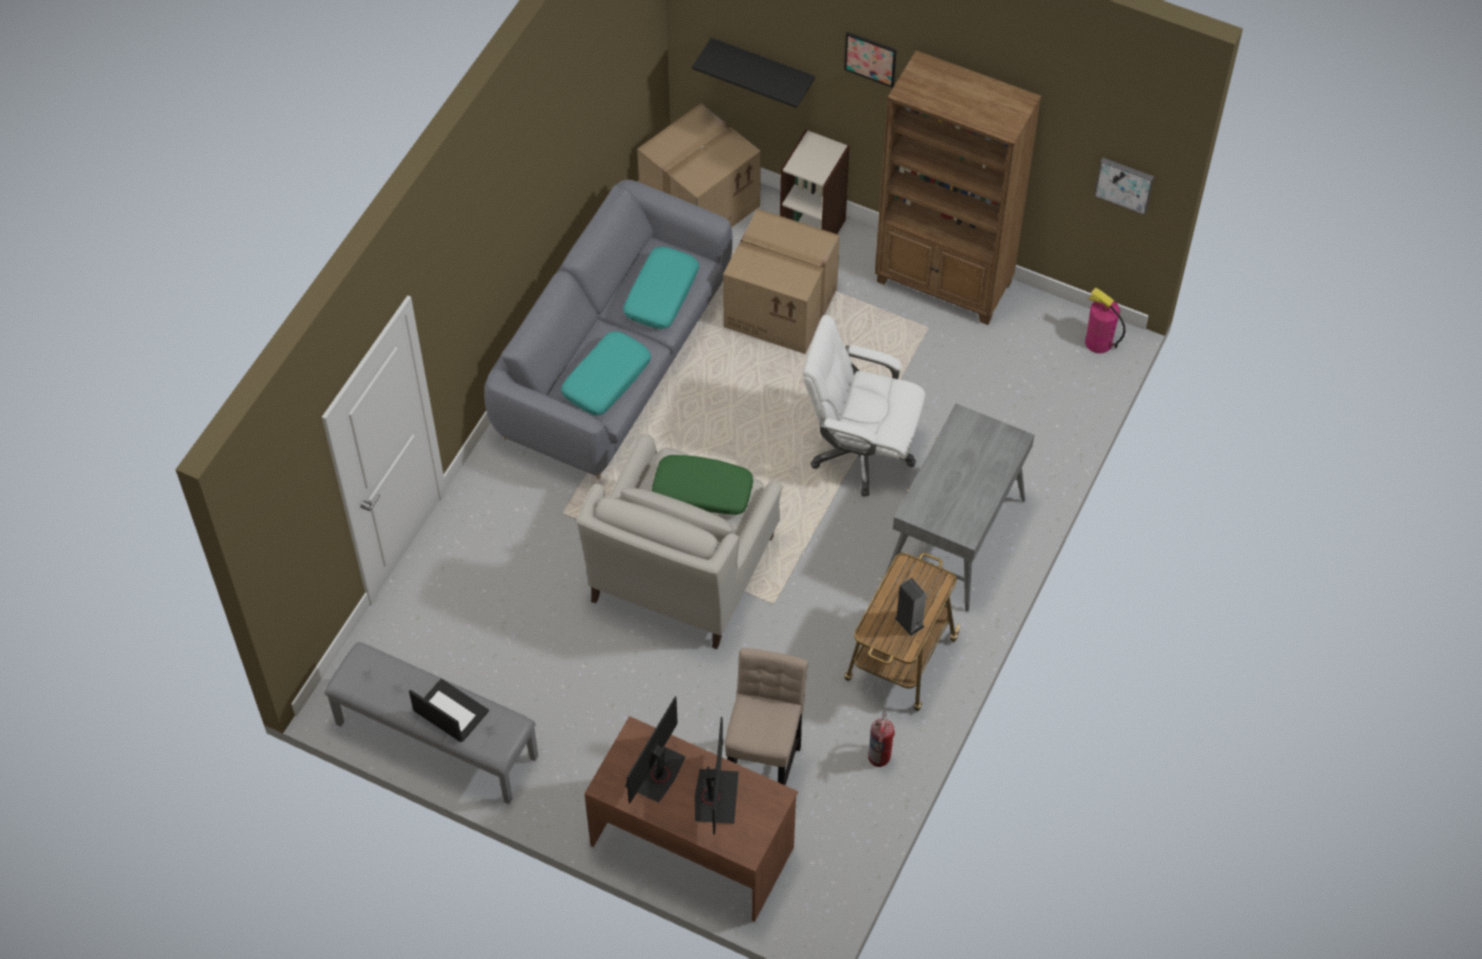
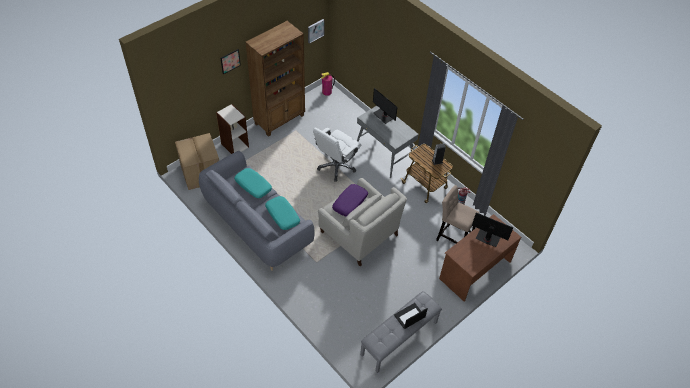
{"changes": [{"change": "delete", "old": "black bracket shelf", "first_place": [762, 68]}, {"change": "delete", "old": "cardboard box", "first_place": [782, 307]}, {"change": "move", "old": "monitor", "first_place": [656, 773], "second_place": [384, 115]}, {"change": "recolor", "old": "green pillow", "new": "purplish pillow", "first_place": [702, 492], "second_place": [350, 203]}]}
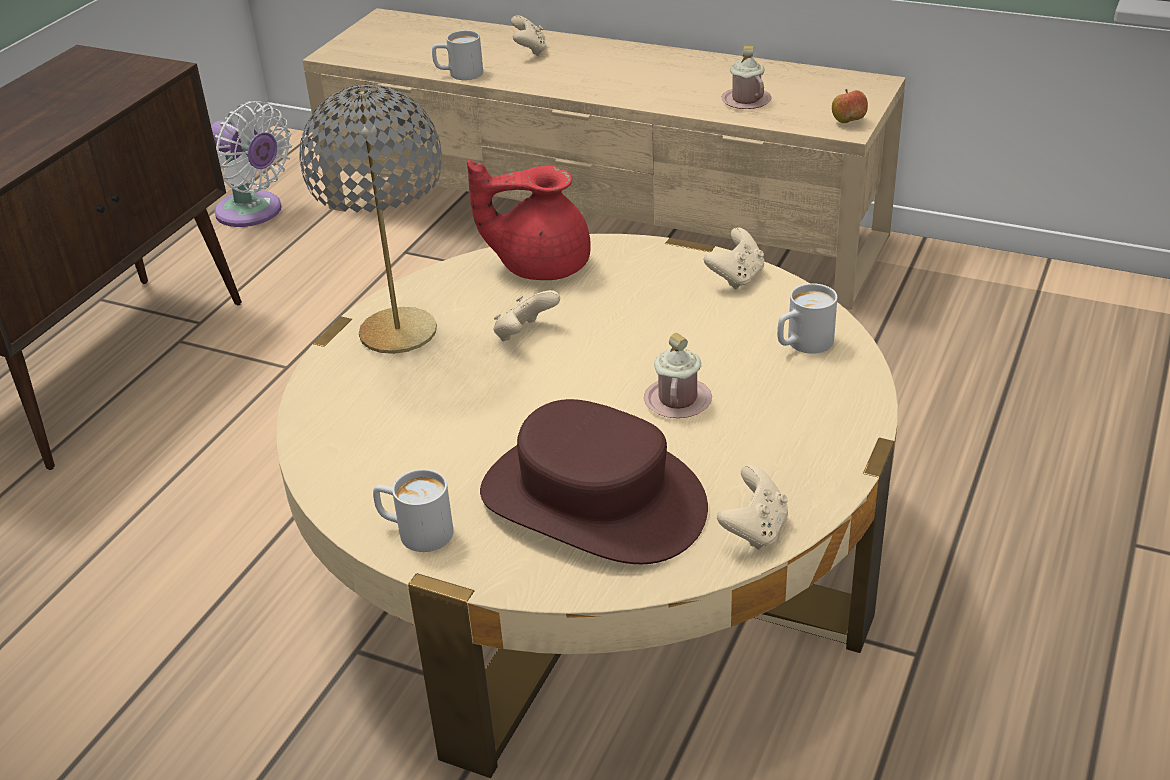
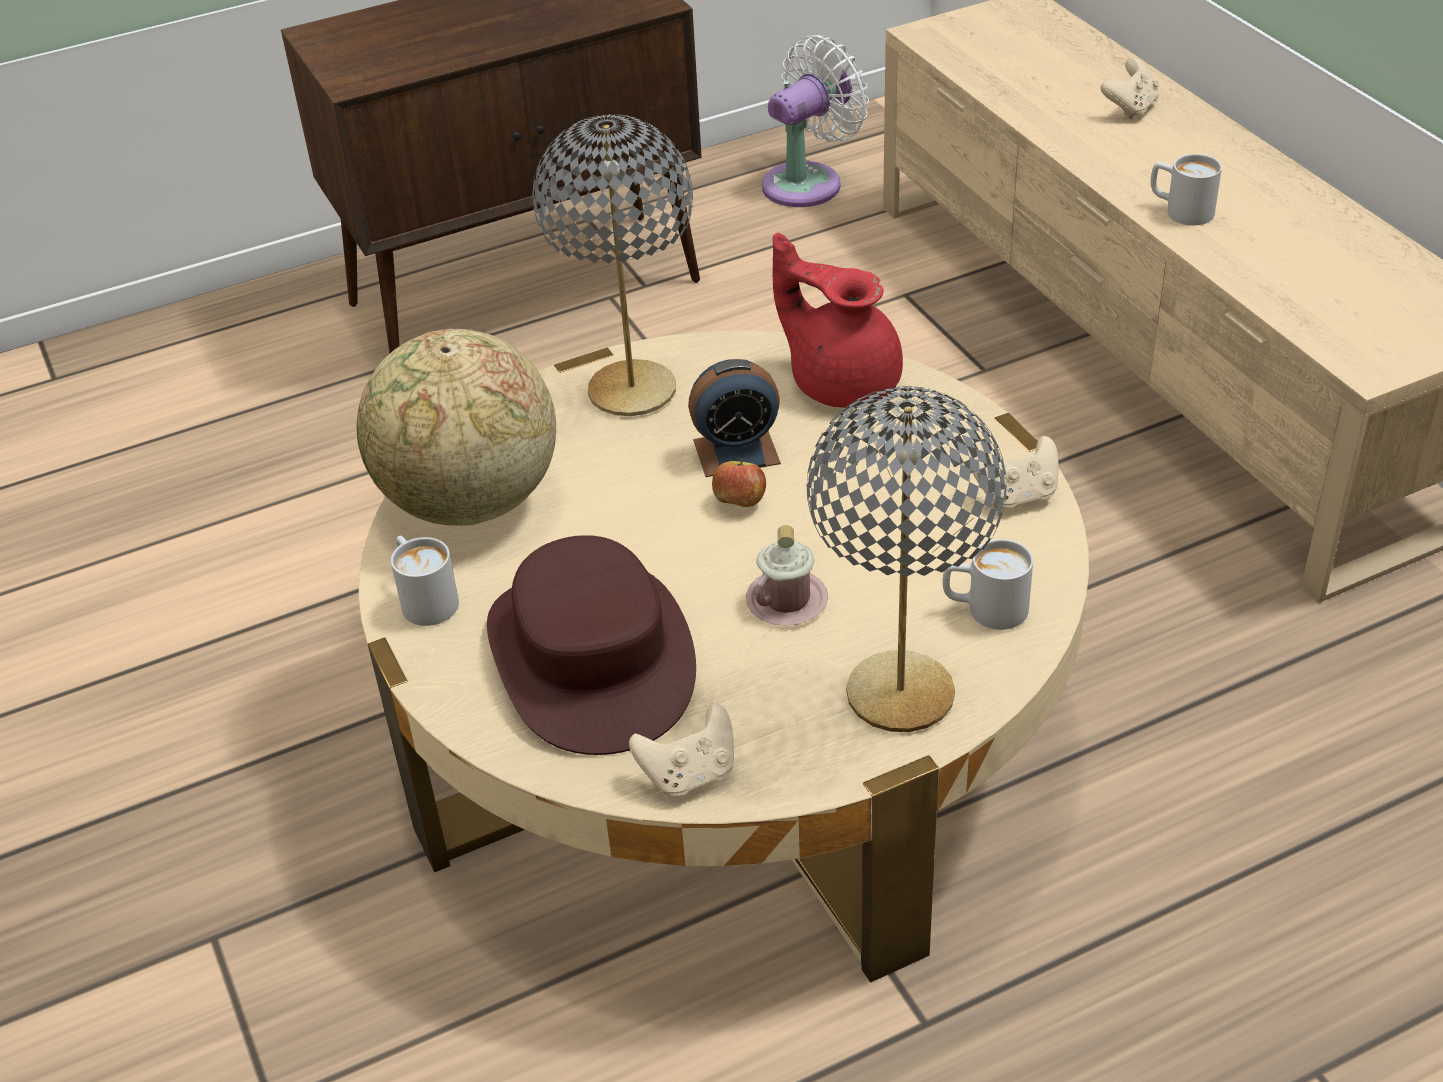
{"changes": [{"change": "delete", "old": "pink coffee mug", "first_place": [746, 101]}, {"change": "insert", "new": "globe", "second_place": [469, 503]}, {"change": "insert", "new": "greyish table lamp", "second_place": [900, 693]}, {"change": "move", "old": "whitish coffee mug", "first_place": [459, 74], "second_place": [1180, 210]}, {"change": "move", "old": "apple fruit", "first_place": [848, 122], "second_place": [740, 503]}, {"change": "replace", "old": "sand-coloured joypad", "new": "bedside clock", "first_place": [524, 334], "second_place": [736, 452]}, {"change": "rotate", "old": "whitish fan", "first_place": [254, 212], "second_place": [808, 182], "degrees": -120}]}
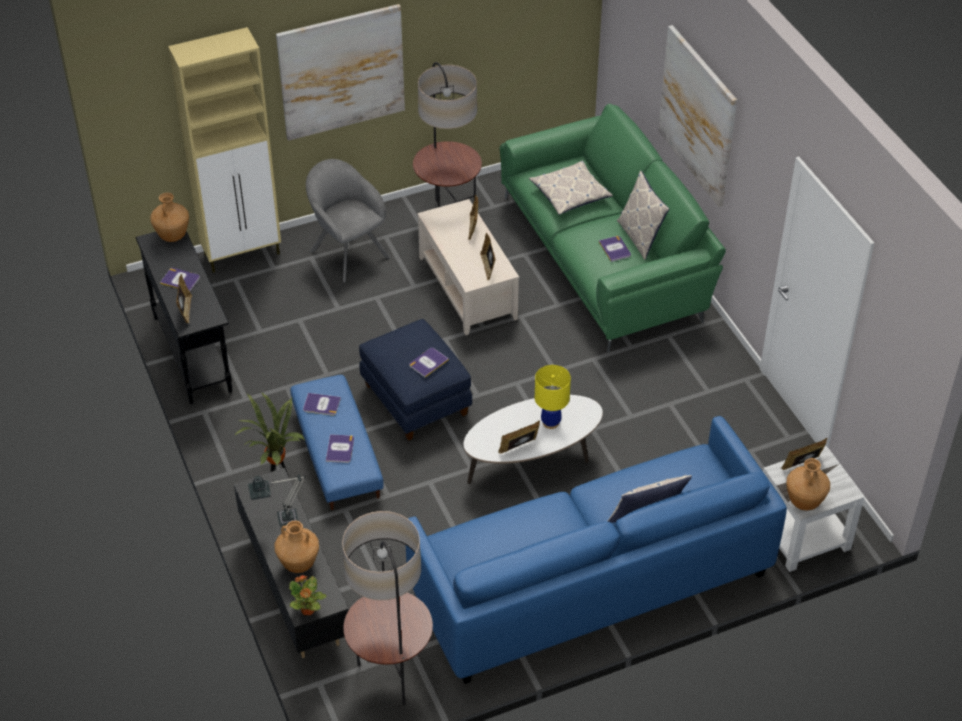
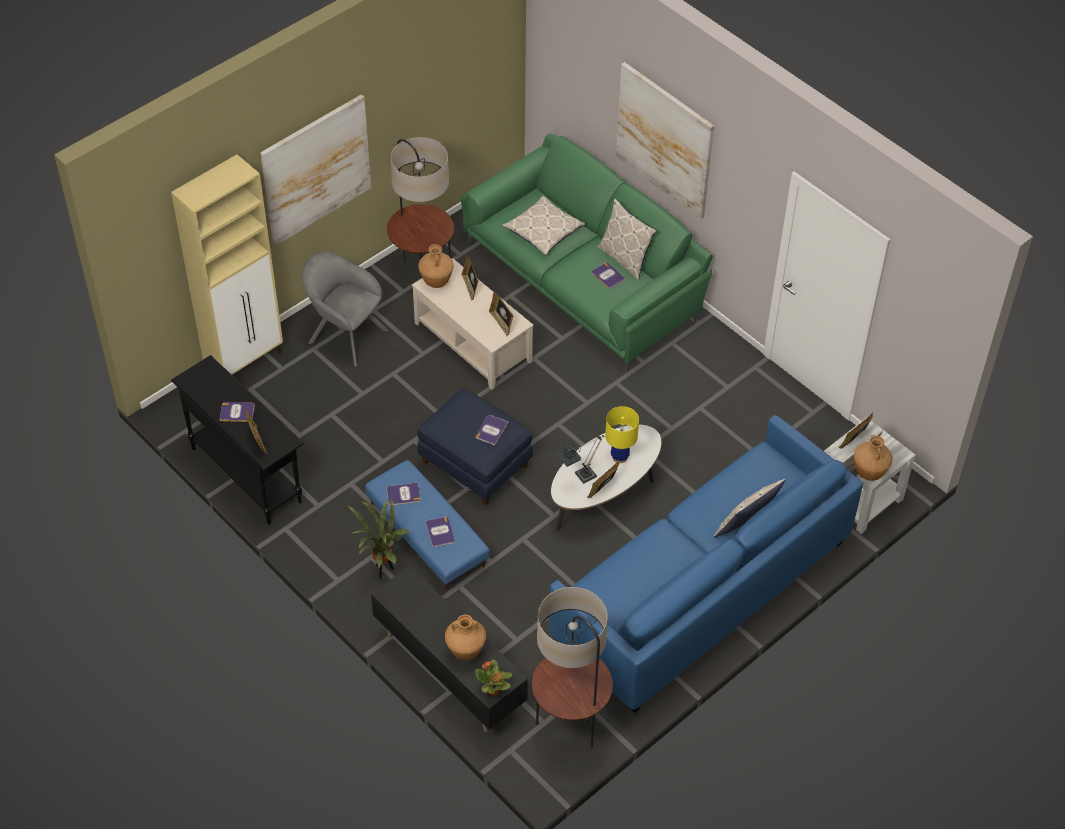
{"changes": [{"change": "move", "old": "brownish flower vase", "first_place": [173, 236], "second_place": [436, 282]}, {"change": "move", "old": "table lamp", "first_place": [282, 519], "second_place": [581, 477]}]}
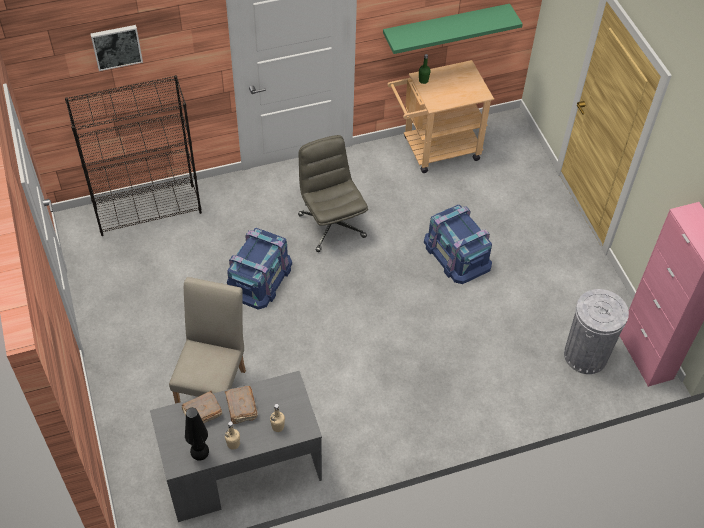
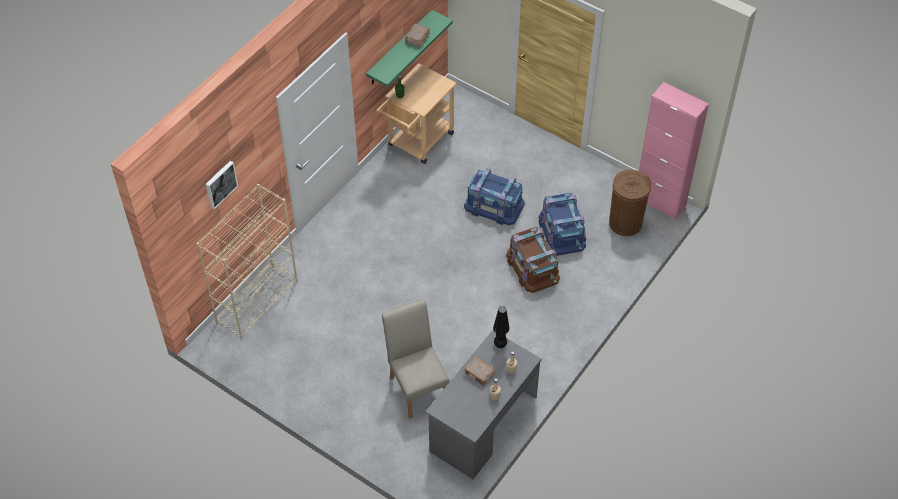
{"changes": [{"change": "delete", "old": "greyish desk chair", "first_place": [331, 225]}, {"change": "insert", "new": "brownish storage bin", "second_place": [533, 267]}, {"change": "move", "old": "brownish bound book", "first_place": [202, 413], "second_place": [417, 39]}, {"change": "move", "old": "black table lamp", "first_place": [200, 455], "second_place": [500, 345]}, {"change": "move", "old": "bluish storage bin", "first_place": [259, 278], "second_place": [562, 231]}, {"change": "recolor", "old": "black shelving unit", "new": "sand-coloured shelving unit", "first_place": [148, 210], "second_place": [257, 301]}, {"change": "recolor", "old": "greyish waste bin", "new": "brownish waste bin", "first_place": [585, 355], "second_place": [625, 223]}]}
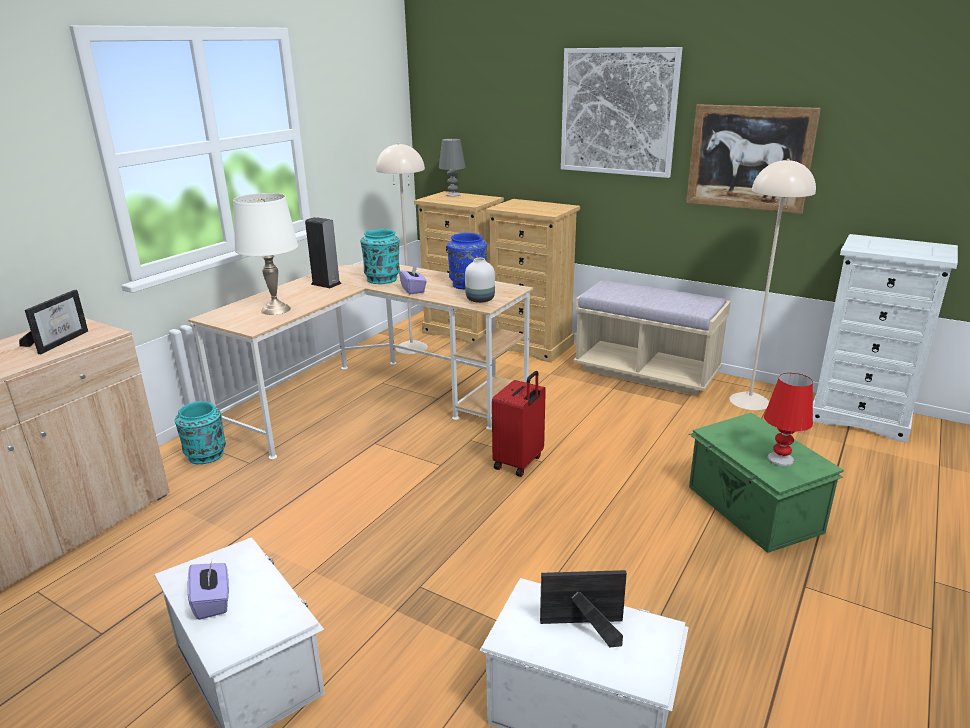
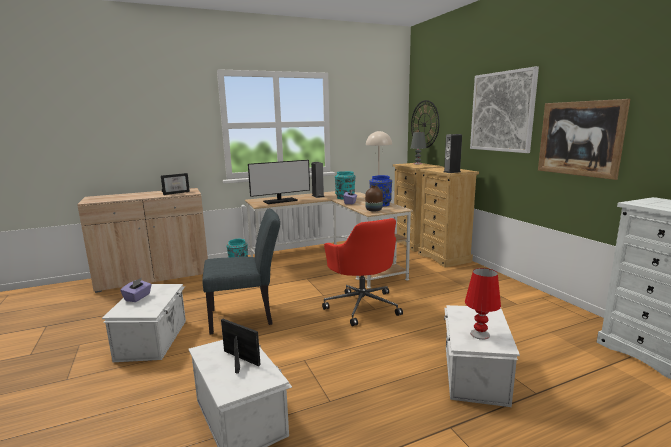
{"changes": [{"change": "delete", "old": "sand-coloured long seat", "first_place": [646, 372]}, {"change": "delete", "old": "sand-coloured standing lamp", "first_place": [749, 401]}, {"change": "insert", "new": "greyish chair", "second_place": [247, 316]}, {"change": "insert", "new": "hanging clock", "second_place": [424, 124]}, {"change": "insert", "new": "audio speaker", "second_place": [452, 172]}, {"change": "replace", "old": "whitish table lamp", "new": "monitor", "first_place": [276, 309], "second_place": [280, 201]}, {"change": "replace", "old": "red suitcase", "new": "red desk chair", "first_place": [519, 462], "second_place": [362, 306]}, {"change": "recolor", "old": "whitish flower vase", "new": "brownish flower vase", "first_place": [481, 300], "second_place": [374, 210]}, {"change": "recolor", "old": "green storage bin", "new": "whitish storage bin", "first_place": [752, 510], "second_place": [473, 374]}]}
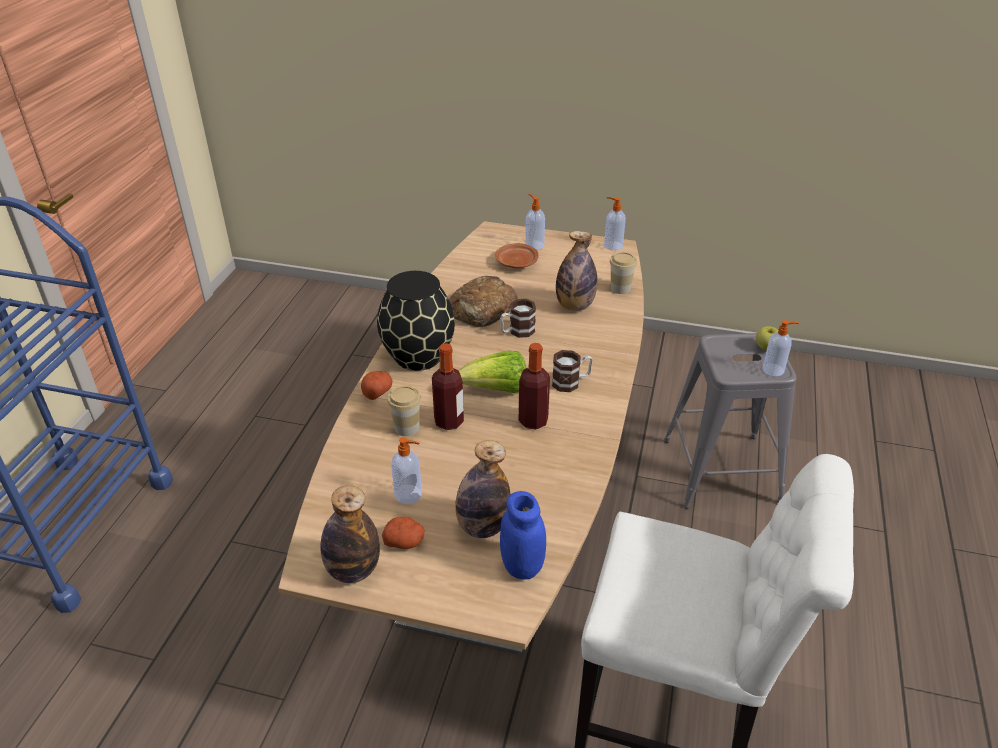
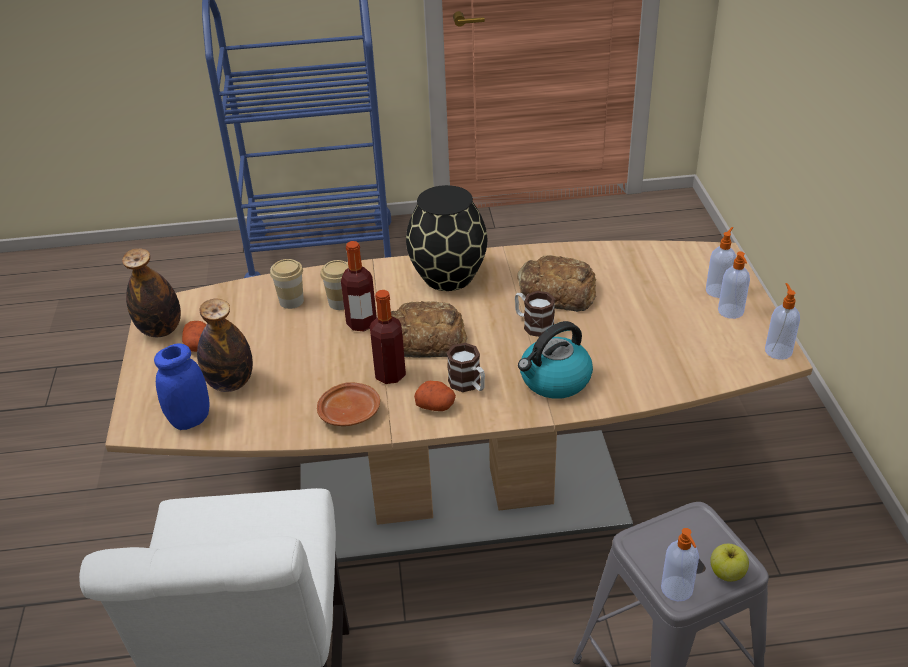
{"changes": [{"change": "delete", "old": "bottle", "first_place": [574, 306]}, {"change": "insert", "new": "tea kettle", "second_place": [554, 380]}, {"change": "move", "old": "spud", "first_place": [377, 392], "second_place": [436, 405]}, {"change": "move", "old": "soap dispenser", "first_place": [409, 495], "second_place": [731, 312]}, {"change": "move", "old": "brownish flat dish", "first_place": [516, 262], "second_place": [350, 412]}, {"change": "move", "old": "cup", "first_place": [620, 288], "second_place": [291, 301]}, {"change": "replace", "old": "lettuce head", "new": "baked bread", "first_place": [496, 390], "second_place": [424, 338]}]}
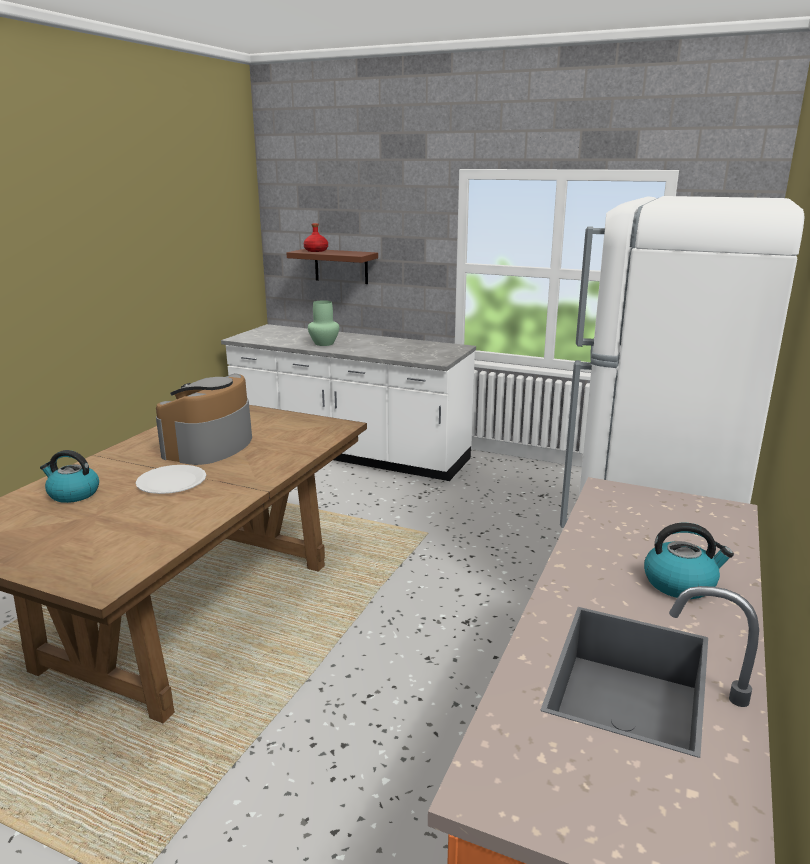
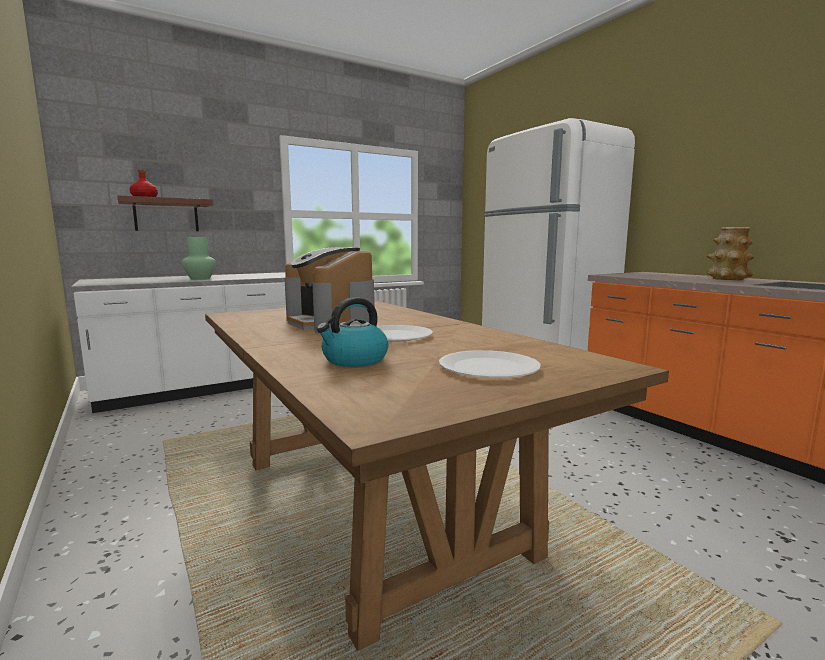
{"changes": [{"change": "insert", "new": "whitish flat dish", "second_place": [488, 367]}, {"change": "replace", "old": "tea kettle", "new": "flower vase", "first_place": [680, 583], "second_place": [727, 279]}]}
